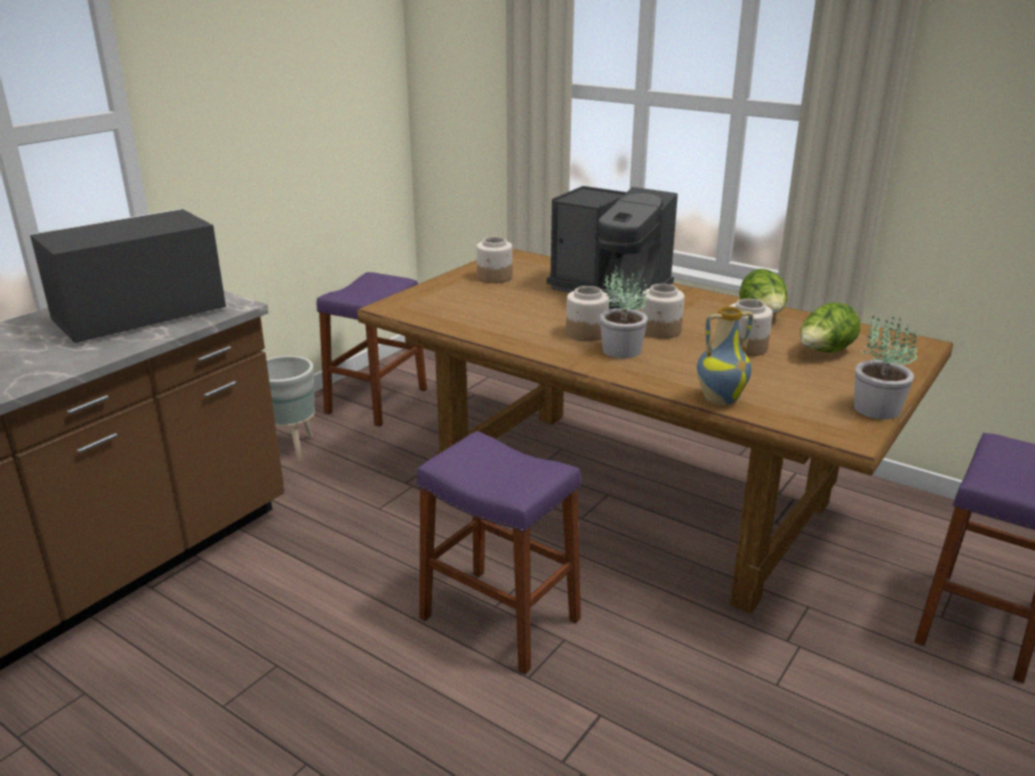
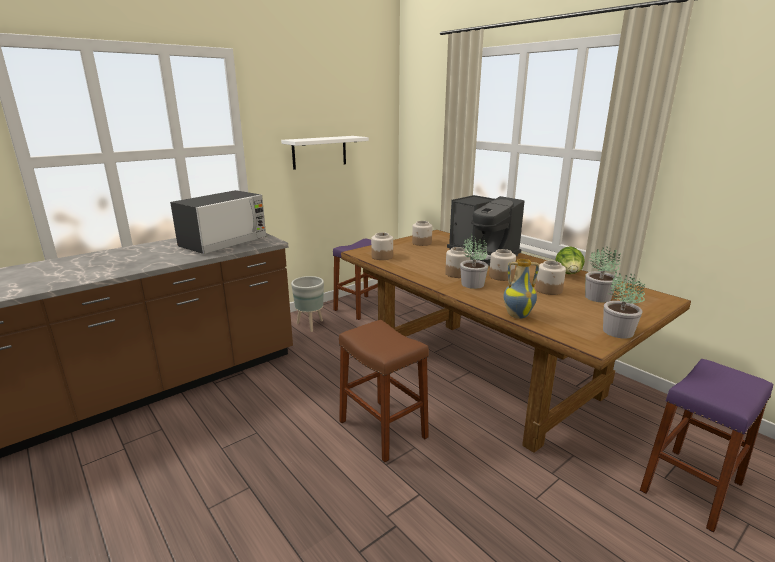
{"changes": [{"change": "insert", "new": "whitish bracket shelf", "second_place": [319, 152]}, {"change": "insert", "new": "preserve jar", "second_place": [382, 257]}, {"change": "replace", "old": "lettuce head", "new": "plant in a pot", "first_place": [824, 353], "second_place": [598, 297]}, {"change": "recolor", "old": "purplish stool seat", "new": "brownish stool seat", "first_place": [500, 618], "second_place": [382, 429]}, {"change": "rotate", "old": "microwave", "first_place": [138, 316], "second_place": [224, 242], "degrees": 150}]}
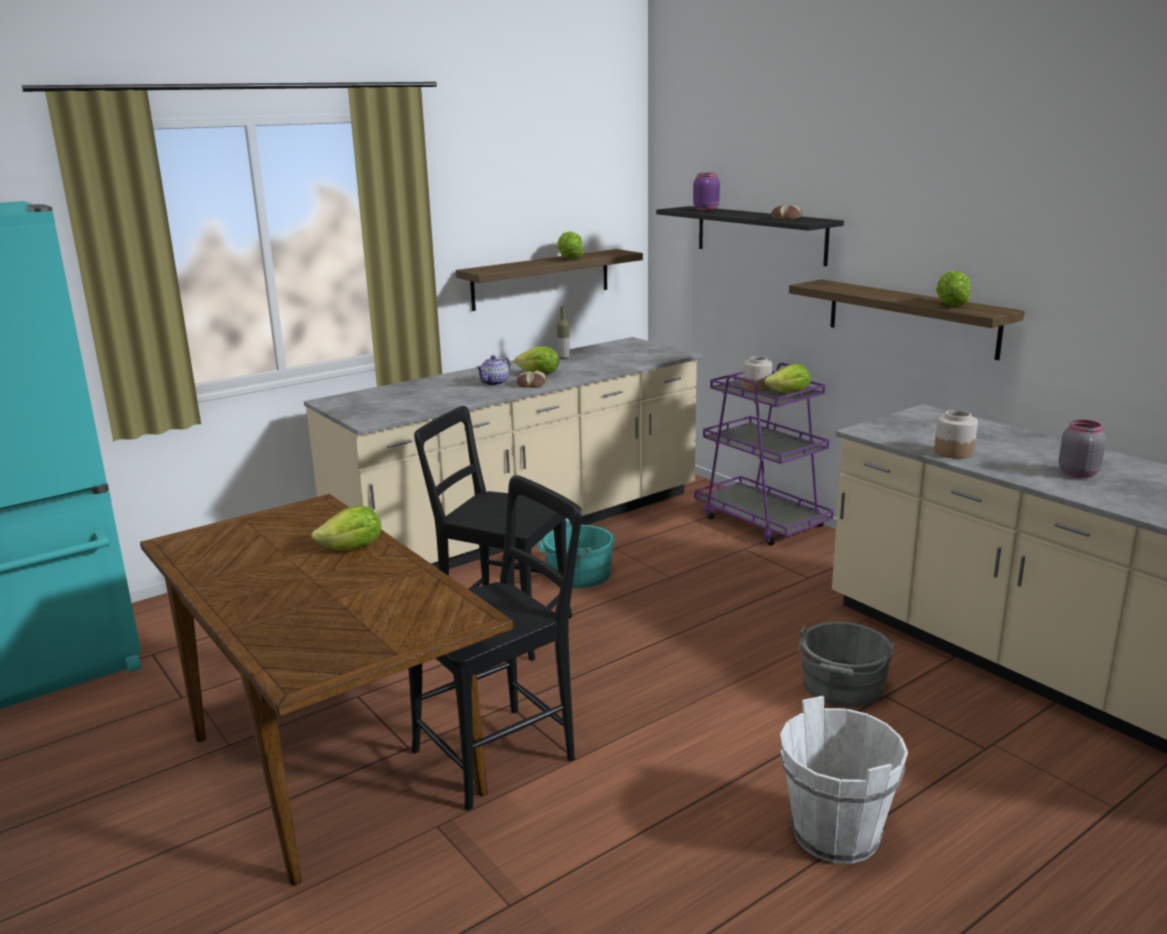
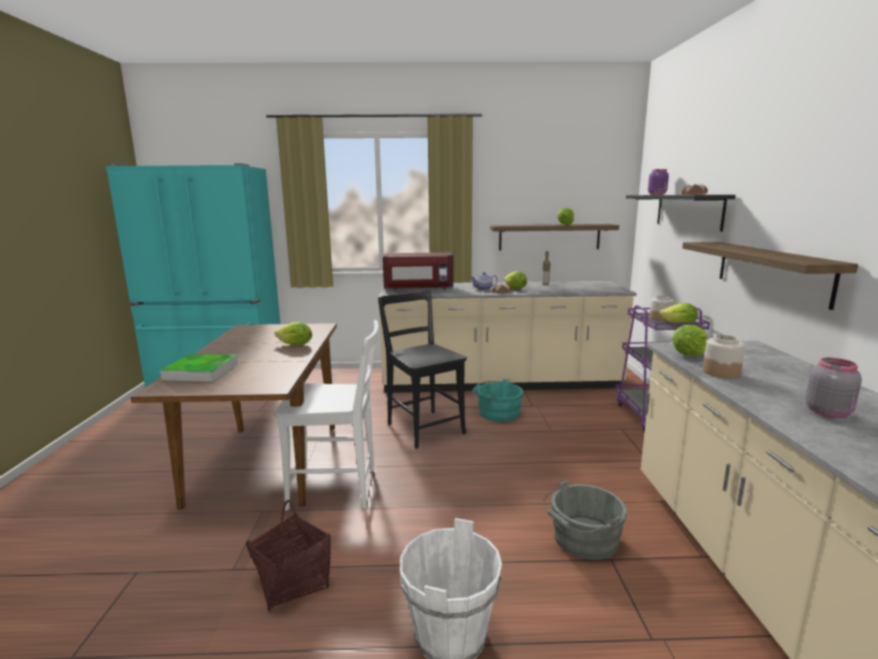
{"changes": [{"change": "insert", "new": "serving tray", "second_place": [201, 371]}, {"change": "insert", "new": "basket", "second_place": [293, 581]}, {"change": "insert", "new": "red microwave", "second_place": [418, 289]}, {"change": "move", "old": "lettuce head", "first_place": [950, 305], "second_place": [688, 354]}, {"change": "recolor", "old": "black chair", "new": "whitish chair", "first_place": [501, 752], "second_place": [338, 488]}]}
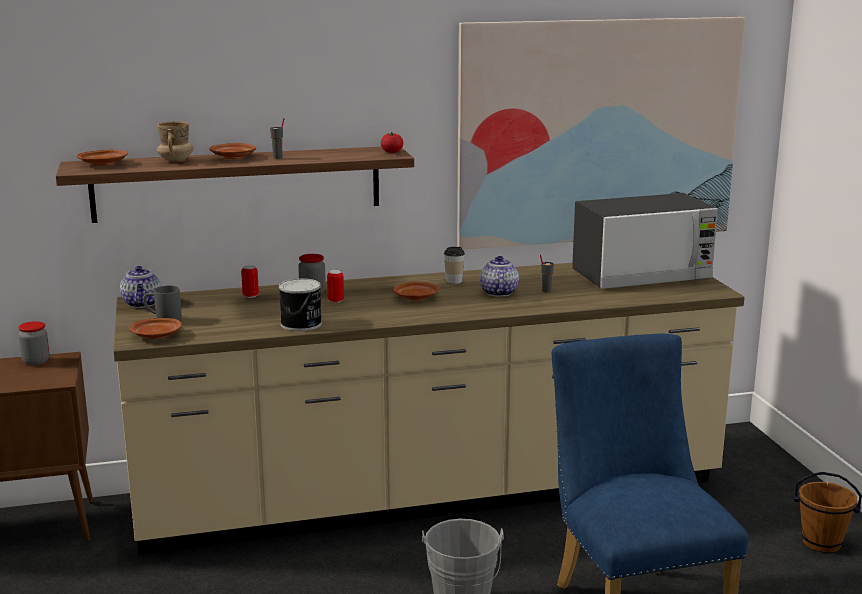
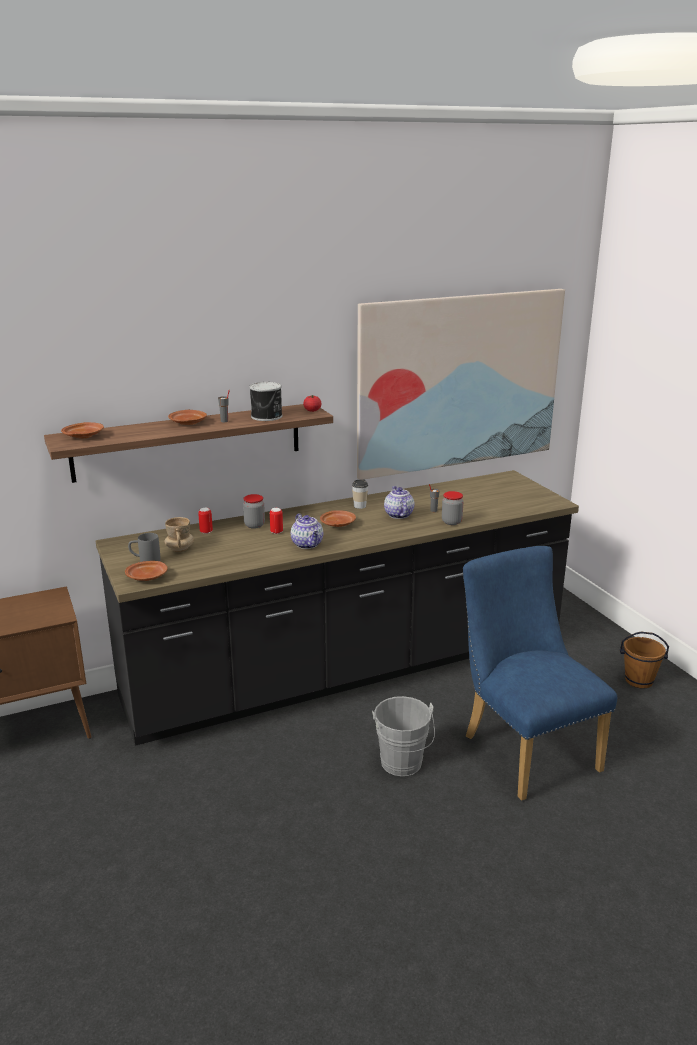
{"changes": [{"change": "delete", "old": "microwave", "first_place": [642, 275]}, {"change": "move", "old": "preserve jar", "first_place": [36, 361], "second_place": [451, 522]}, {"change": "move", "old": "tea pot", "first_place": [142, 303], "second_place": [308, 544]}, {"change": "move", "old": "sand-coloured coffee mug", "first_place": [176, 161], "second_place": [180, 549]}, {"change": "move", "old": "can", "first_place": [302, 324], "second_place": [267, 416]}, {"change": "recolor", "old": "sand-coloured counter", "new": "black counter", "first_place": [431, 496], "second_place": [348, 670]}]}
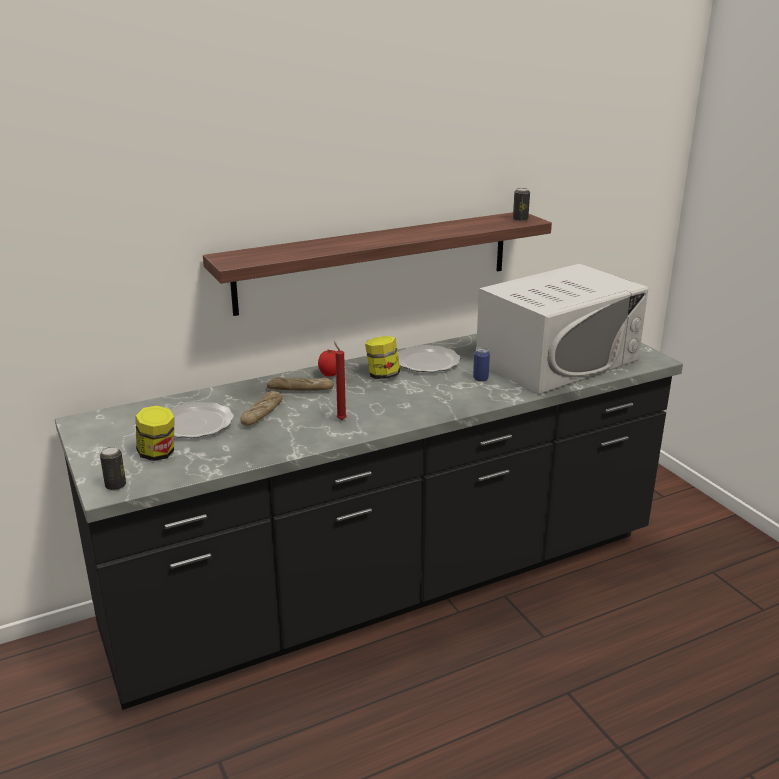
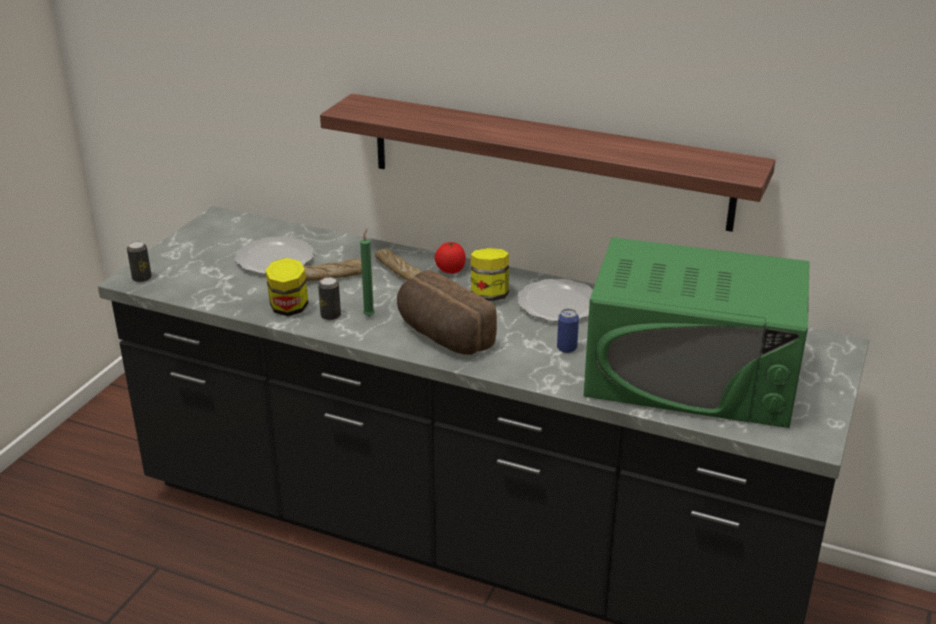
{"changes": [{"change": "insert", "new": "baked bread", "second_place": [442, 336]}, {"change": "move", "old": "preserve jar", "first_place": [158, 454], "second_place": [289, 309]}, {"change": "move", "old": "can", "first_place": [520, 219], "second_place": [330, 316]}, {"change": "recolor", "old": "red candle", "new": "green candle", "first_place": [340, 419], "second_place": [369, 315]}, {"change": "recolor", "old": "whitish microwave", "new": "green microwave", "first_place": [557, 360], "second_place": [691, 375]}]}
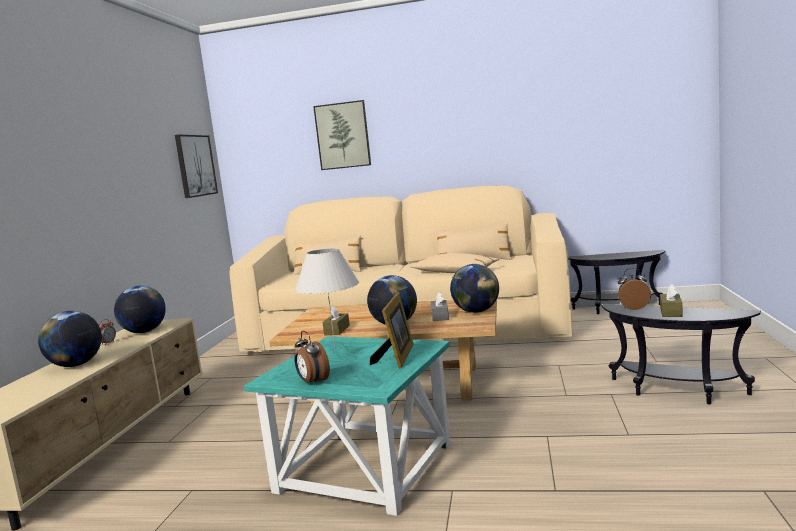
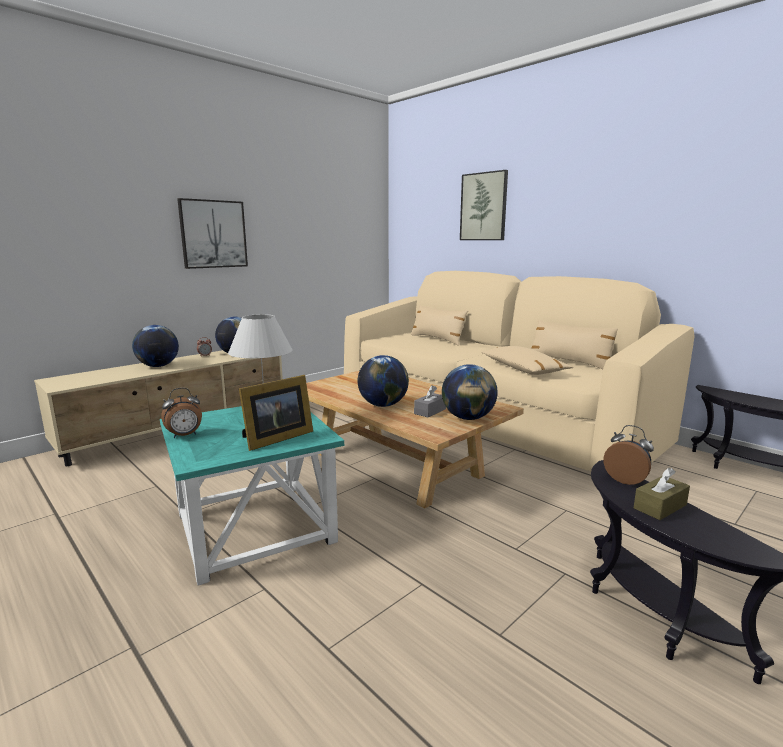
{"changes": [{"change": "delete", "old": "brownish tissue box", "first_place": [337, 330]}, {"change": "move", "old": "picture", "first_place": [195, 166], "second_place": [213, 234]}, {"change": "rotate", "old": "bedside clock", "first_place": [313, 382], "second_place": [184, 436], "degrees": -120}]}
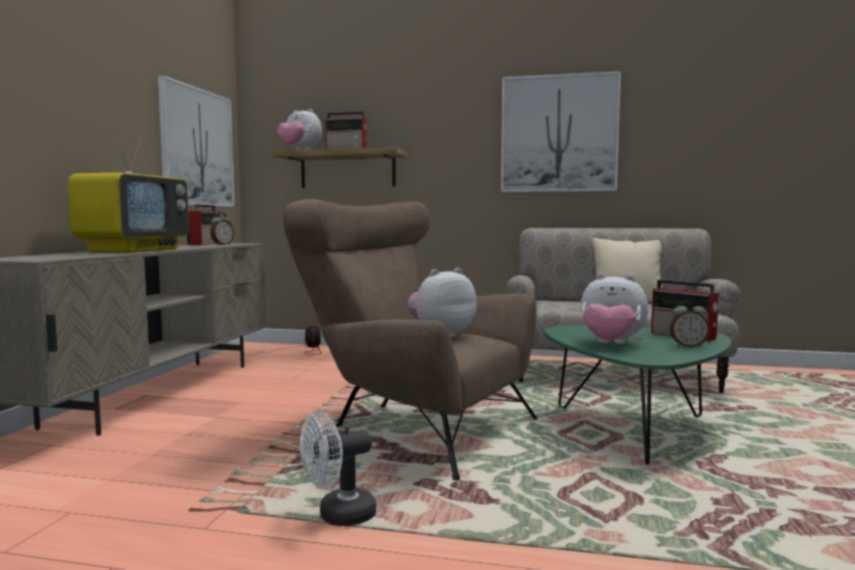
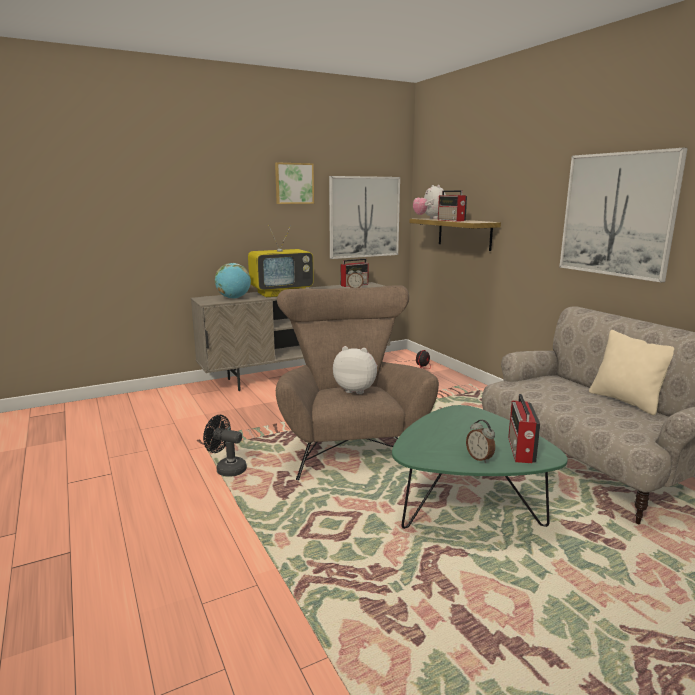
{"changes": [{"change": "delete", "old": "cuddly toy", "first_place": [611, 344]}, {"change": "insert", "new": "globe", "second_place": [234, 298]}, {"change": "insert", "new": "picture", "second_place": [294, 183]}, {"change": "recolor", "old": "whitish fan", "new": "black fan", "first_place": [338, 516], "second_place": [227, 469]}]}
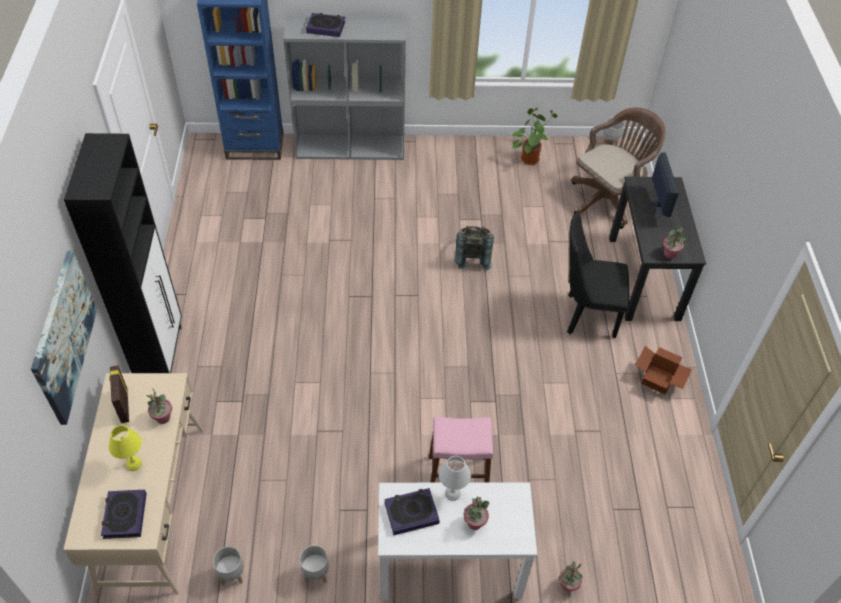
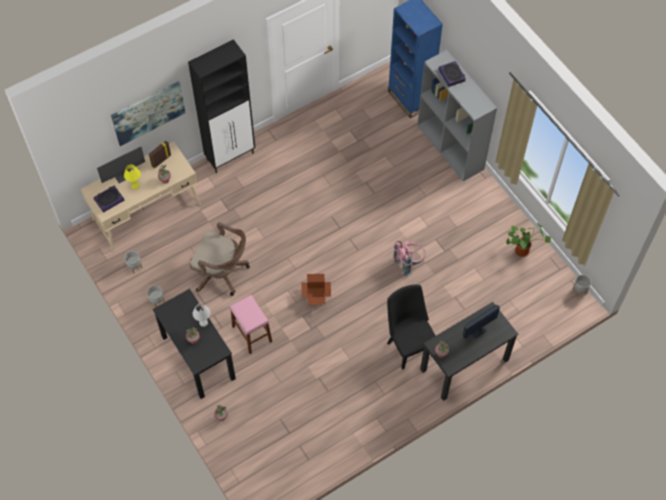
{"changes": [{"change": "delete", "old": "bound book", "first_place": [411, 513]}, {"change": "insert", "new": "monitor", "second_place": [123, 175]}, {"change": "move", "old": "brownish desk chair", "first_place": [609, 199], "second_place": [222, 273]}, {"change": "move", "old": "cardboard box", "first_place": [658, 380], "second_place": [315, 296]}, {"change": "recolor", "old": "whitish desk unit", "new": "black desk unit", "first_place": [449, 565], "second_place": [198, 357]}, {"change": "recolor", "old": "greyish knapsack", "new": "pink knapsack", "first_place": [472, 257], "second_place": [409, 262]}]}
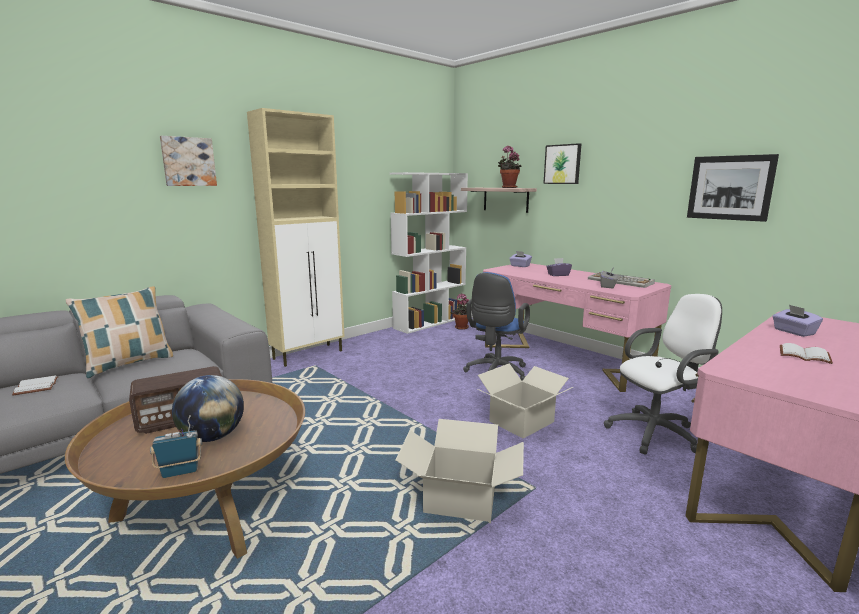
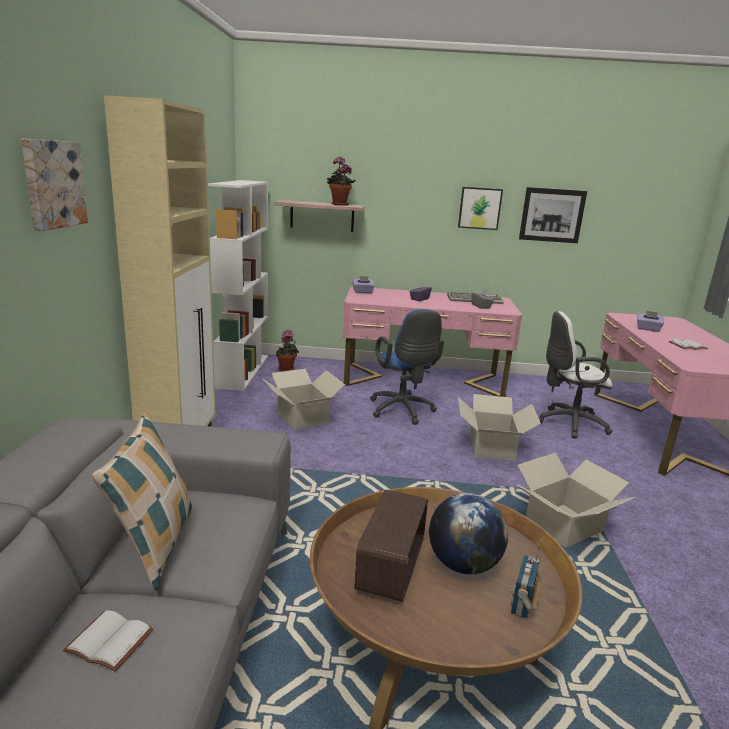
{"changes": [{"change": "insert", "new": "cardboard box", "second_place": [302, 417]}, {"change": "move", "old": "picture", "first_place": [562, 164], "second_place": [479, 208]}, {"change": "rotate", "old": "whitish desk chair", "first_place": [657, 433], "second_place": [567, 423], "degrees": -120}]}
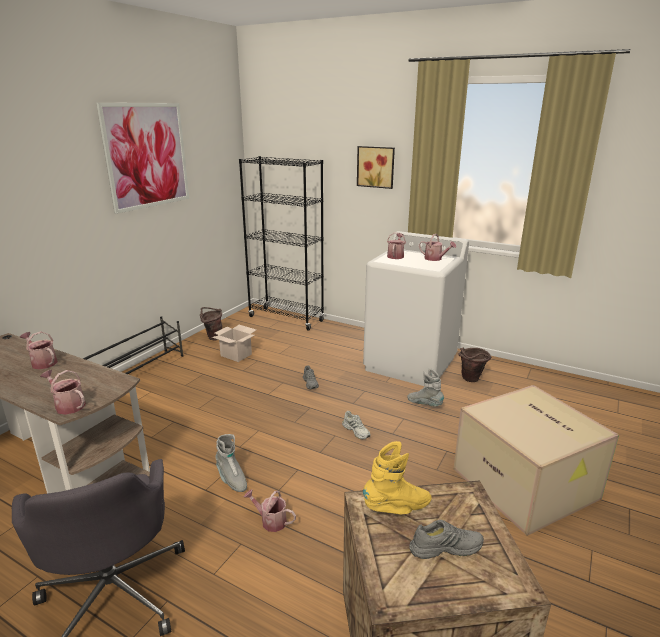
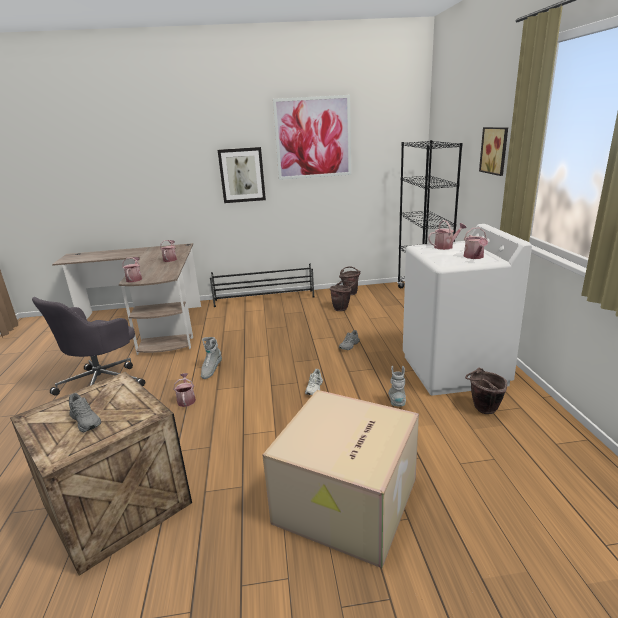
{"changes": [{"change": "delete", "old": "yellowish tall boot", "first_place": [397, 508]}, {"change": "insert", "new": "picture", "second_place": [242, 175]}, {"change": "replace", "old": "cardboard box", "new": "brownish water bucket", "first_place": [237, 355], "second_place": [342, 308]}]}
